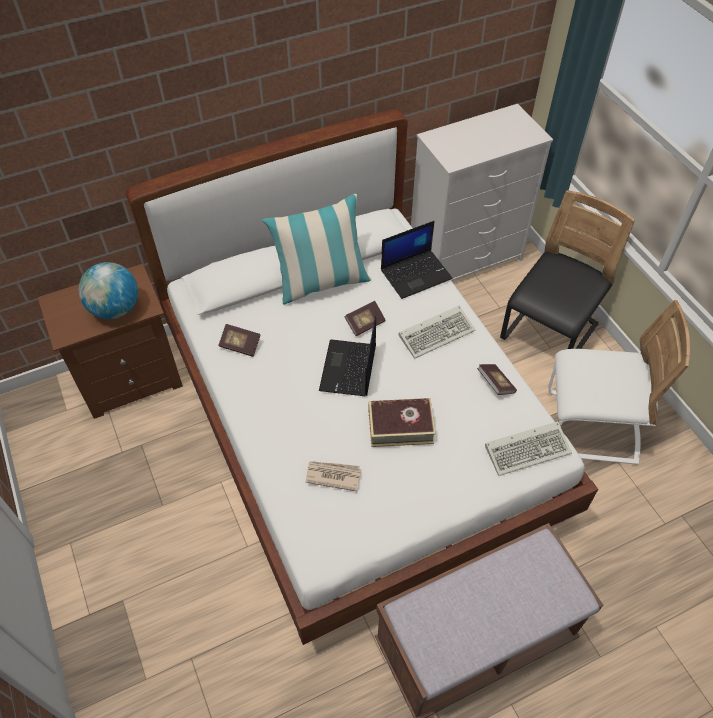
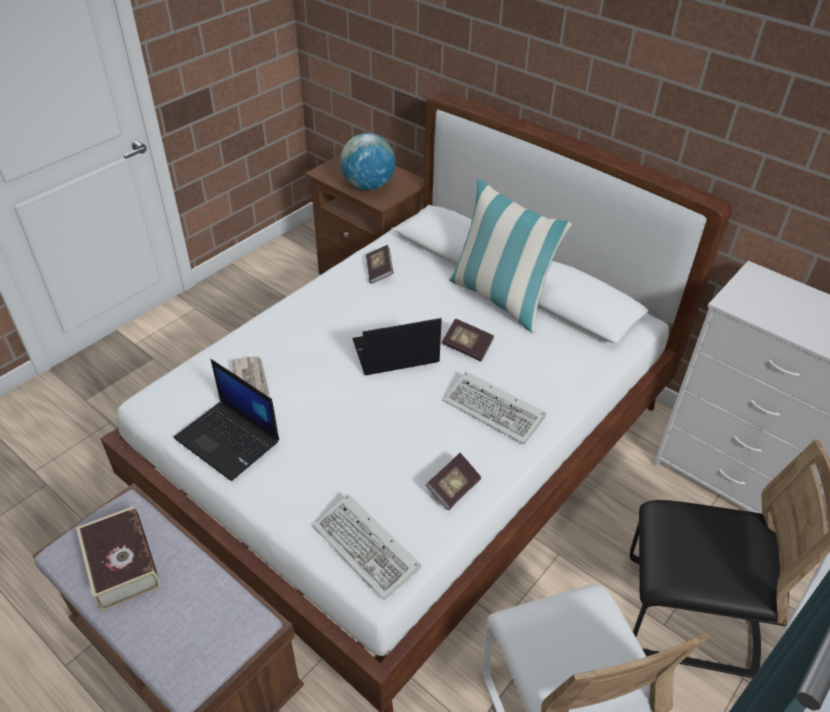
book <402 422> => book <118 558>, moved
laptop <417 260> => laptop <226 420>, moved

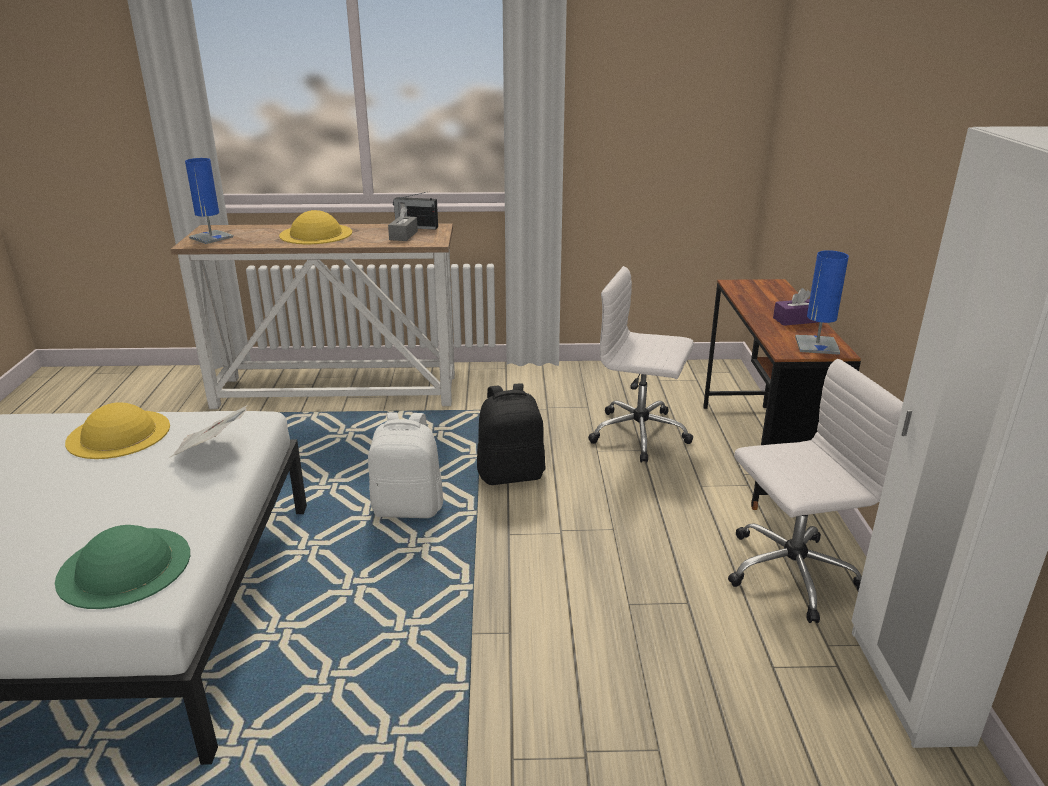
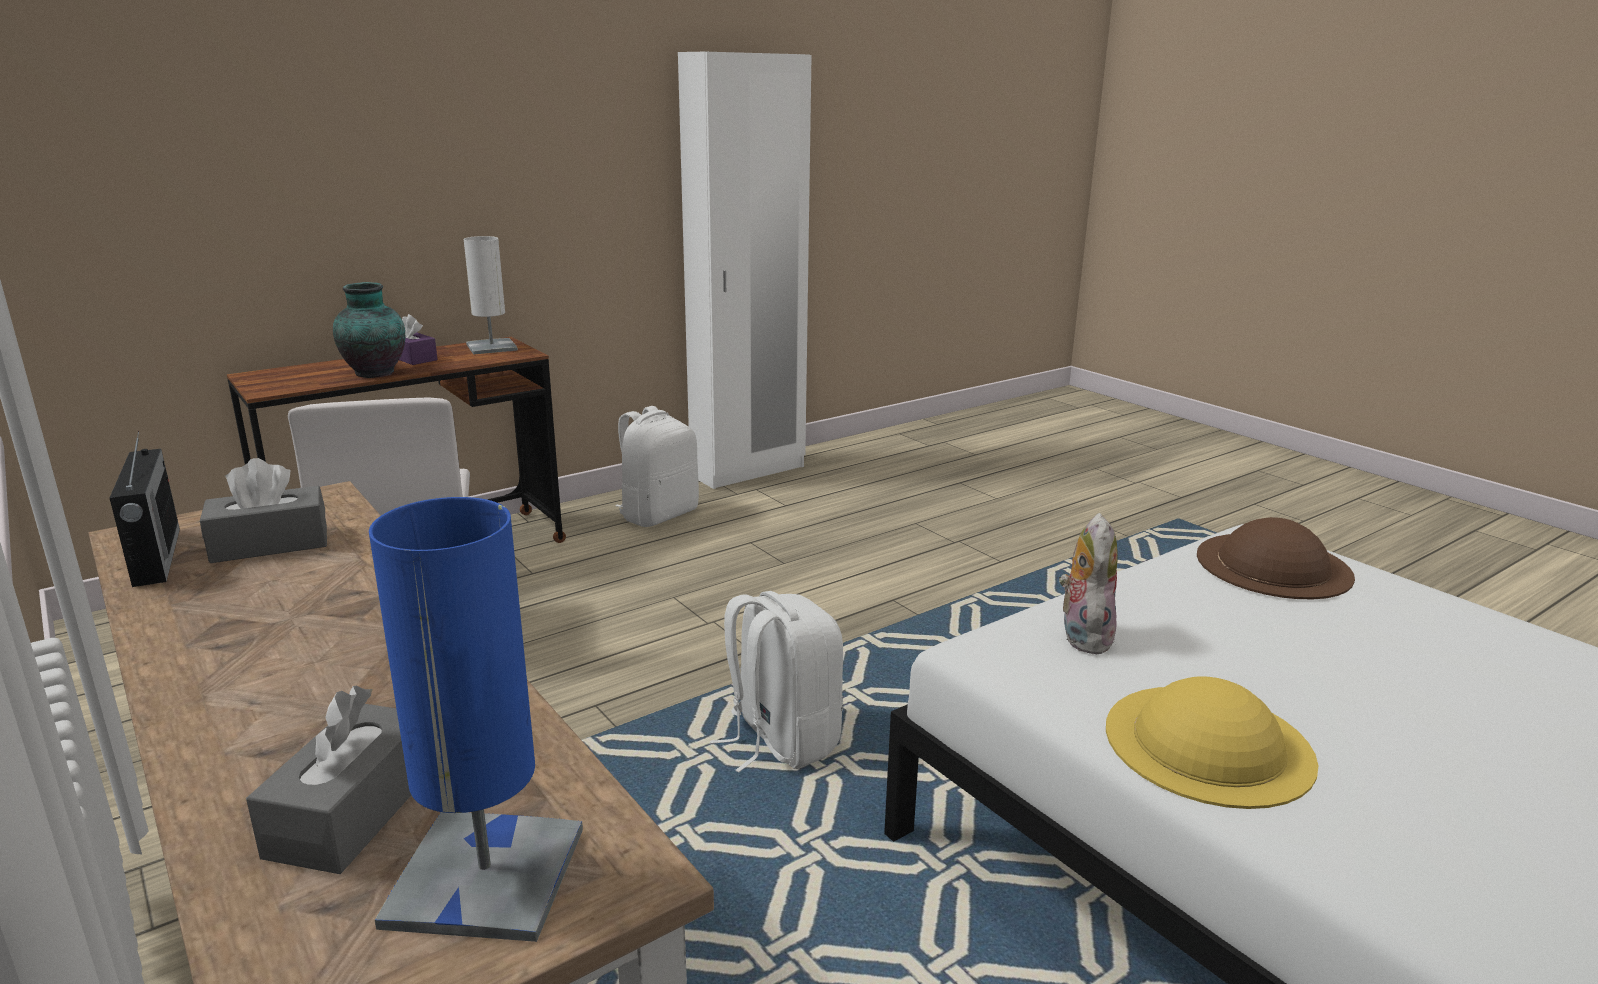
yellow hat <315 227> => nothing
black backpack <511 434> => nothing
nothing => grey tissue box <328 780>
nothing => vase <369 330>
newspaper <208 431> => plush toy <1088 584>
white office chair <815 491> => white backpack <657 466>
green hat <122 567> => brown hat <1276 558>
blue table lamp <822 302> => white table lamp <491 295>

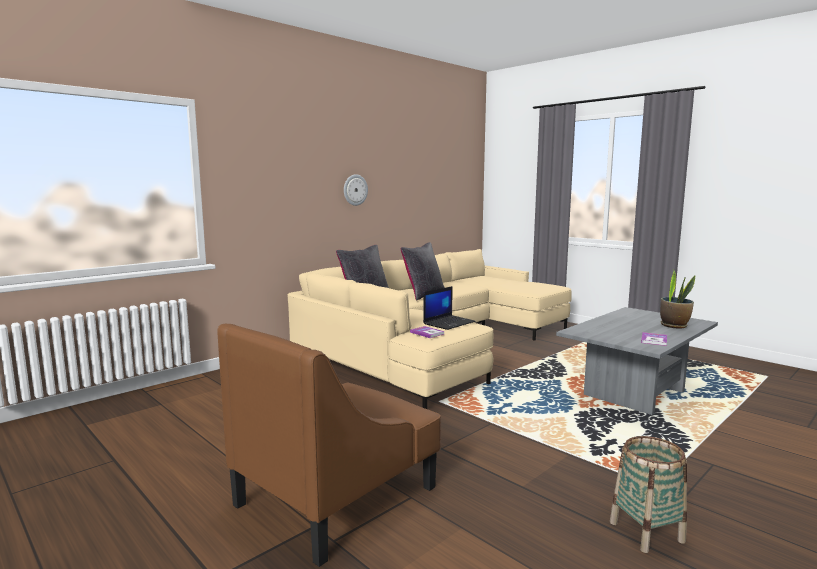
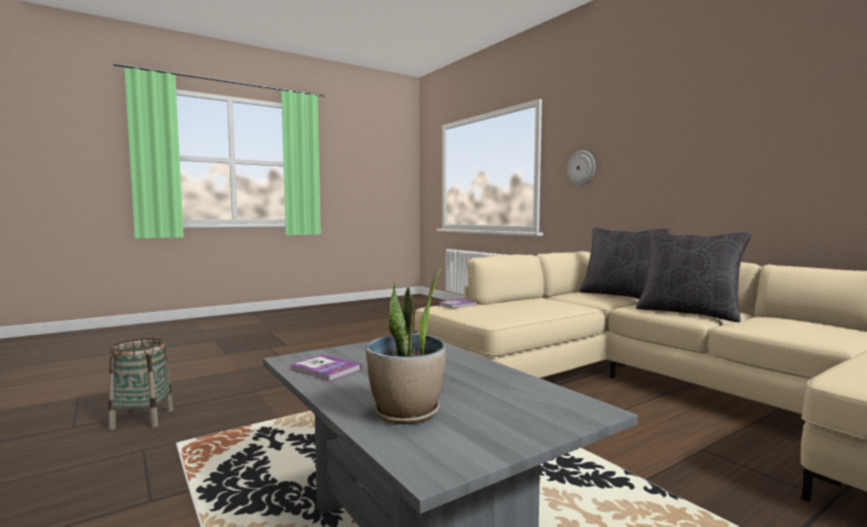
brown armchair <329 445> => nothing
laptop <449 308> => nothing
wall clock <356 190> => wall clock <581 168>, moved

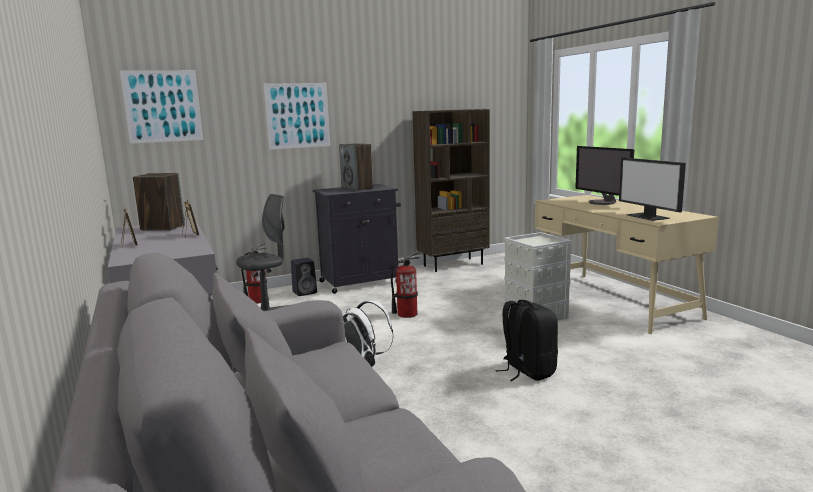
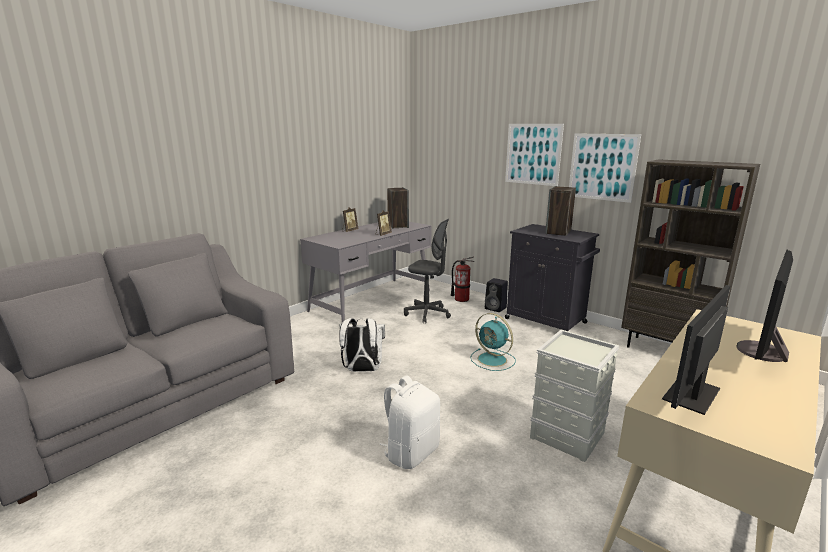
picture <161 107> => picture <605 168>, moved
fire extinguisher <405 284> => turquoise fan <493 342>
black backpack <527 340> => white backpack <409 422>

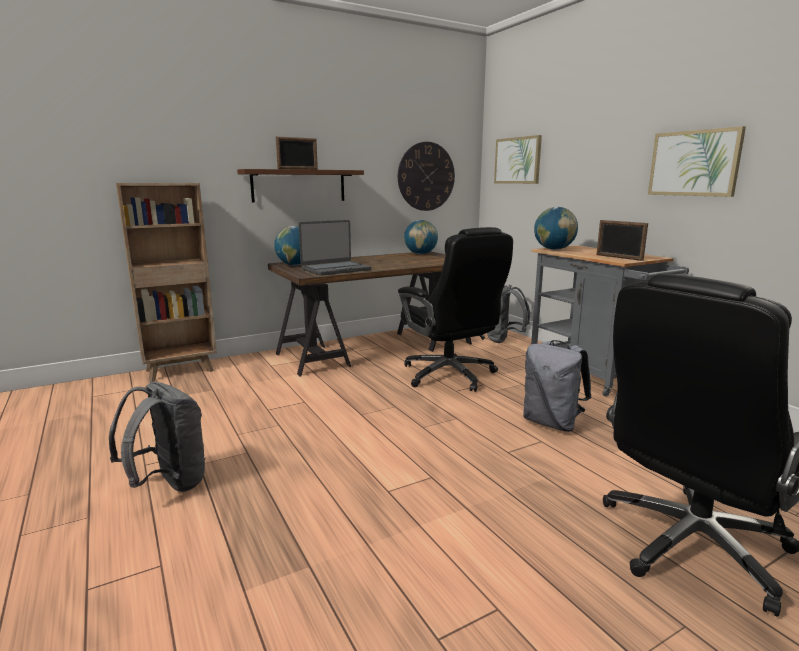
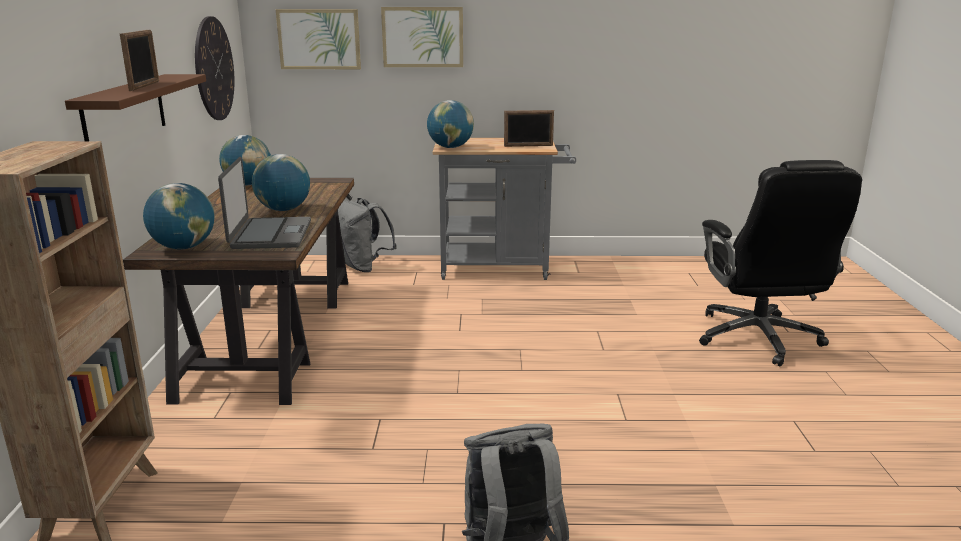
black office chair <455 309> => nothing
grey backpack <557 386> => nothing
nothing => globe <281 182>
picture <697 161> => picture <422 37>, moved

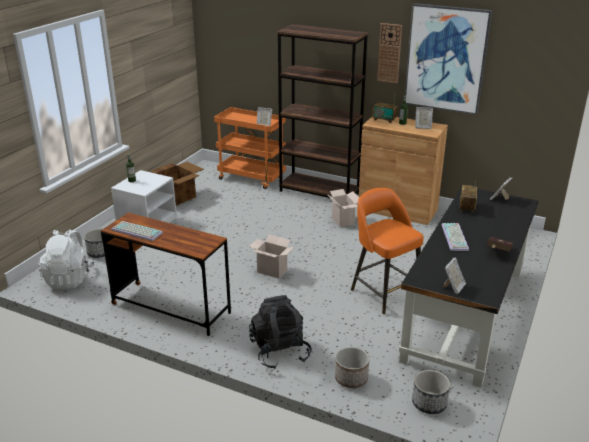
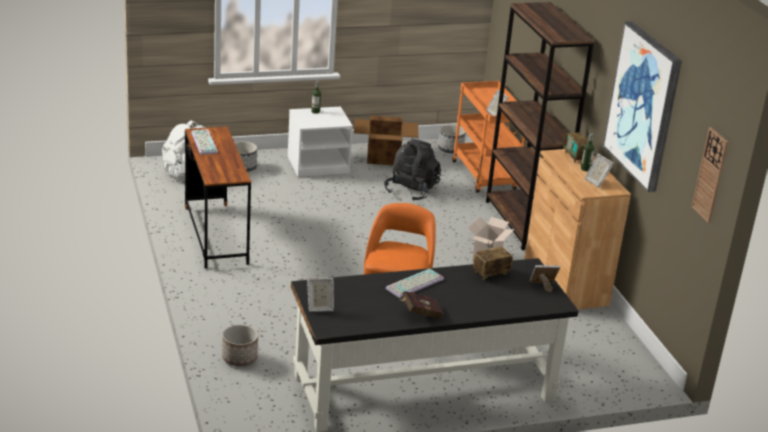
cardboard box <271 257> => nothing
black backpack <280 332> => black backpack <412 169>, moved
wall clock <389 53> => wall clock <710 175>, moved
planter <431 392> => planter <452 139>, moved

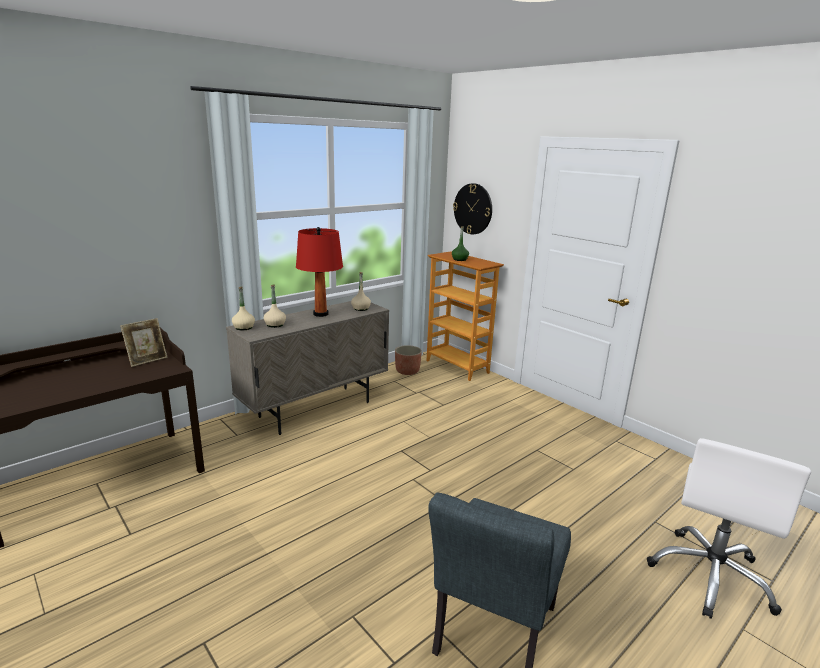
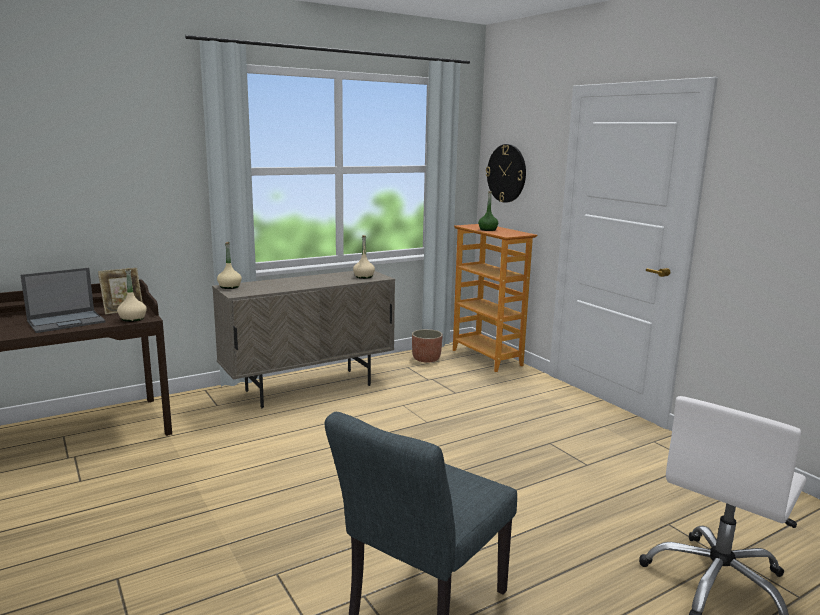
red table lamp <319 272> => nothing
nothing => laptop <63 300>
beige bottle <275 306> => beige bottle <132 295>, moved

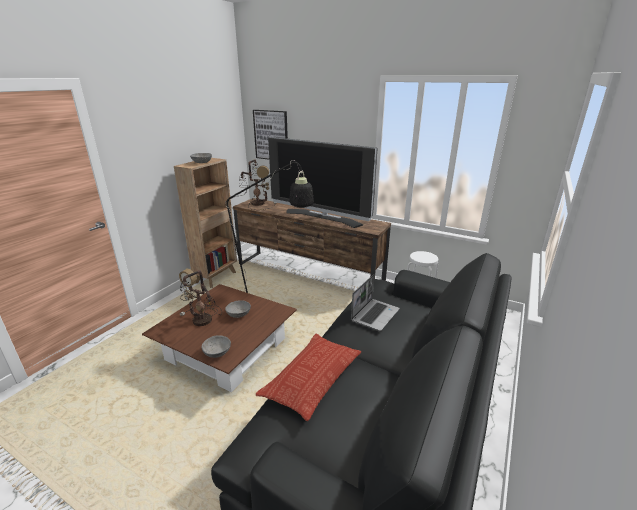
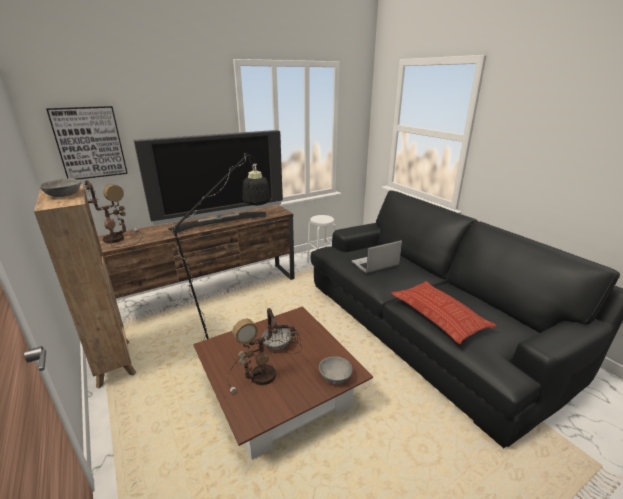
laptop <375 302> => laptop <377 257>, 90 degrees counterclockwise

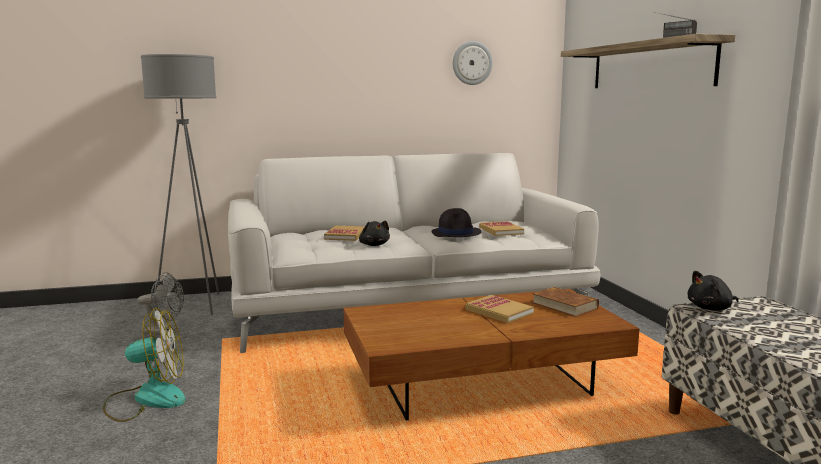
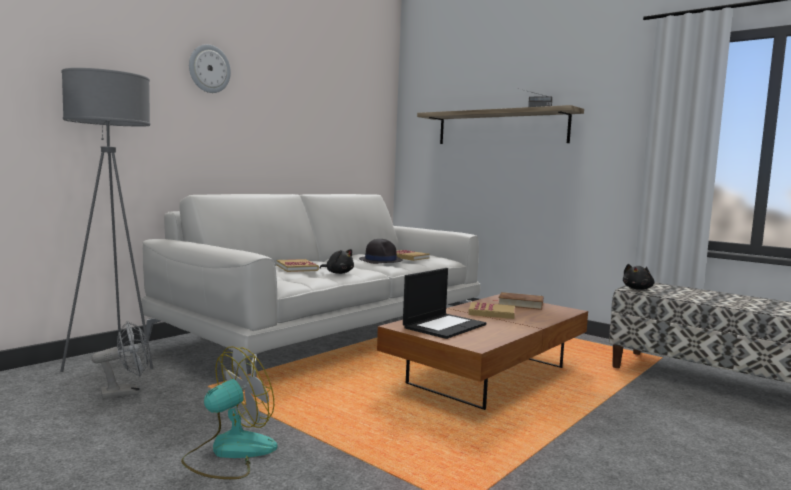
nothing => laptop <444 303>
wall clock <473 63> => wall clock <210 68>, moved

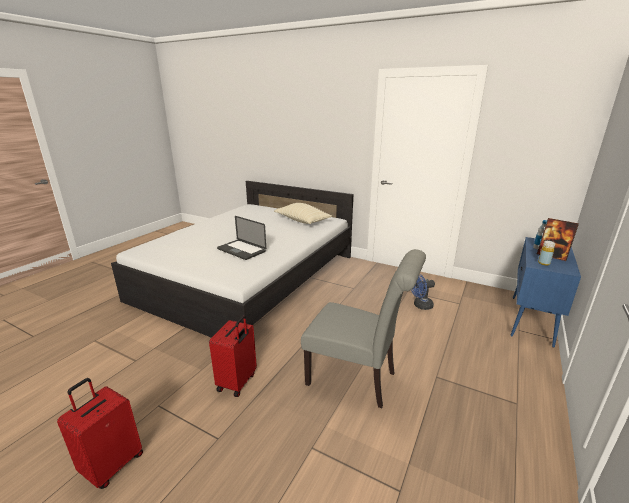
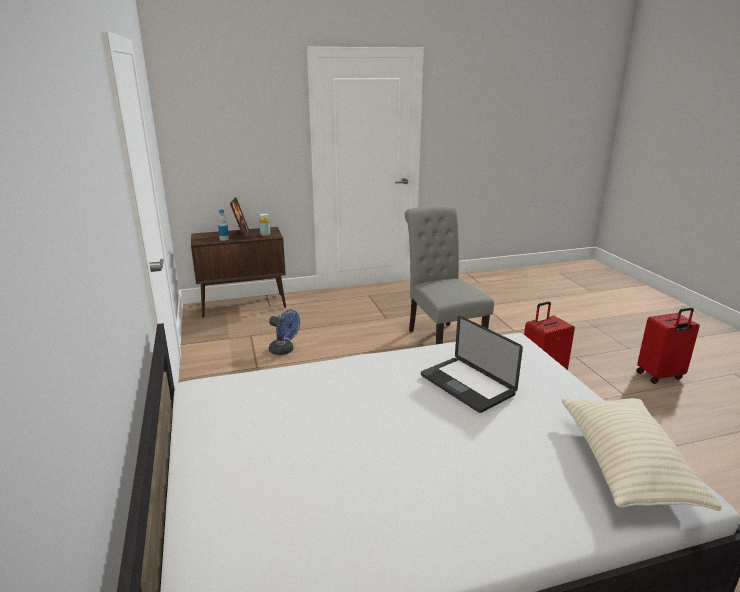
beige pillow <303 213> => beige pillow <641 454>, moved
blue cabinet <545 292> => brown cabinet <238 272>
laptop <241 238> => laptop <472 364>, 150 degrees clockwise

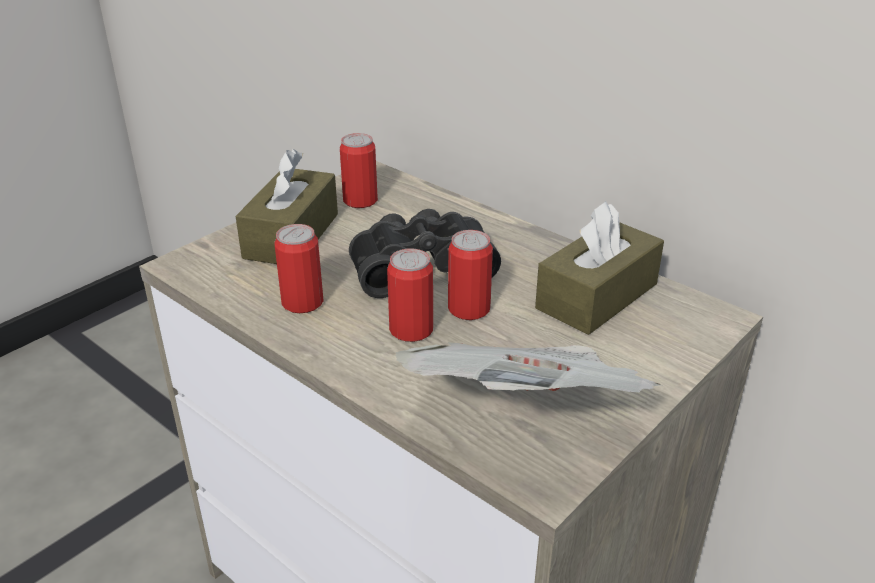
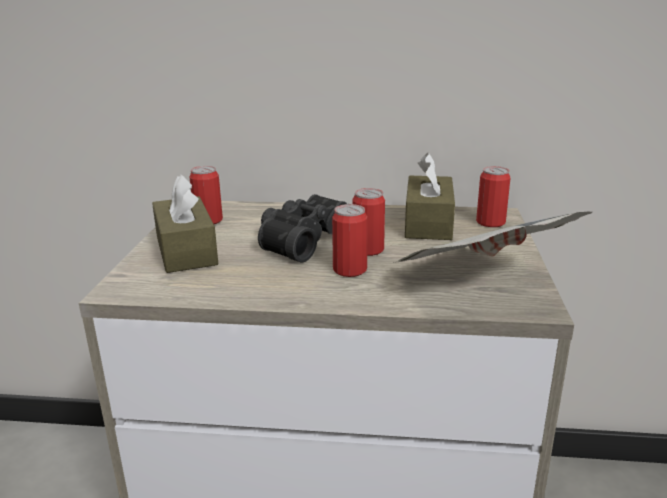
can <299 268> => can <493 196>, moved

